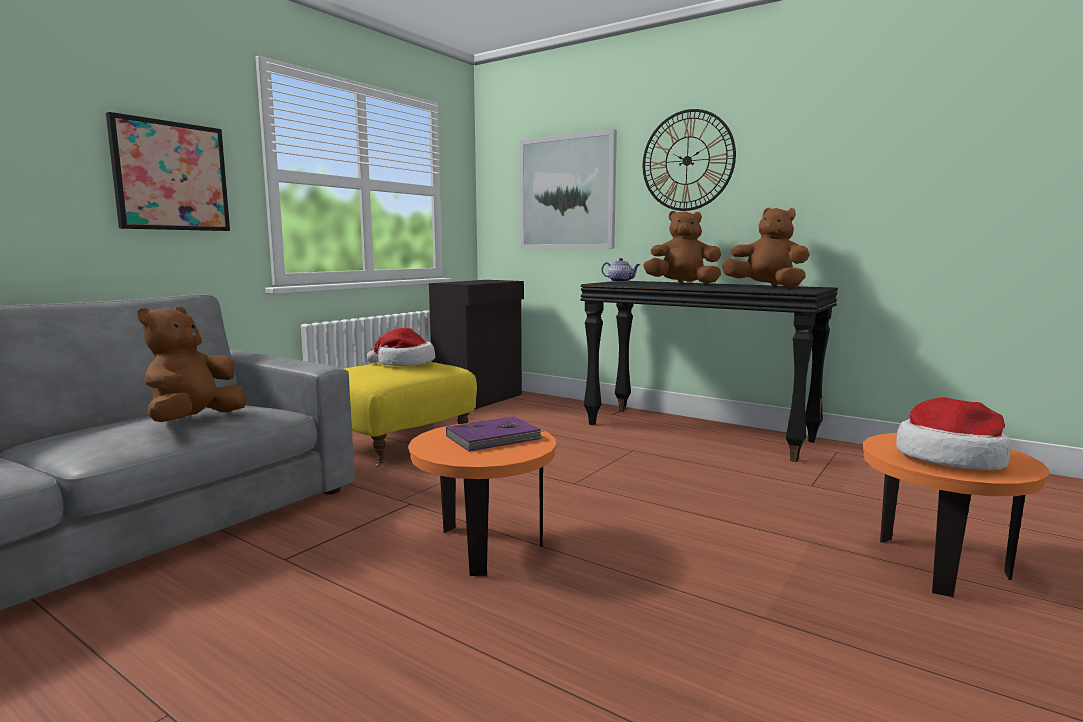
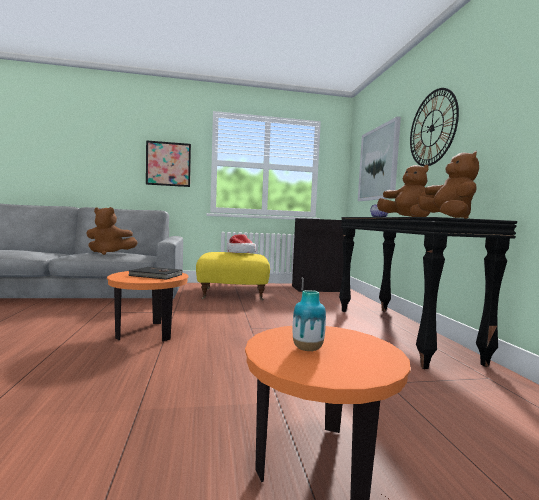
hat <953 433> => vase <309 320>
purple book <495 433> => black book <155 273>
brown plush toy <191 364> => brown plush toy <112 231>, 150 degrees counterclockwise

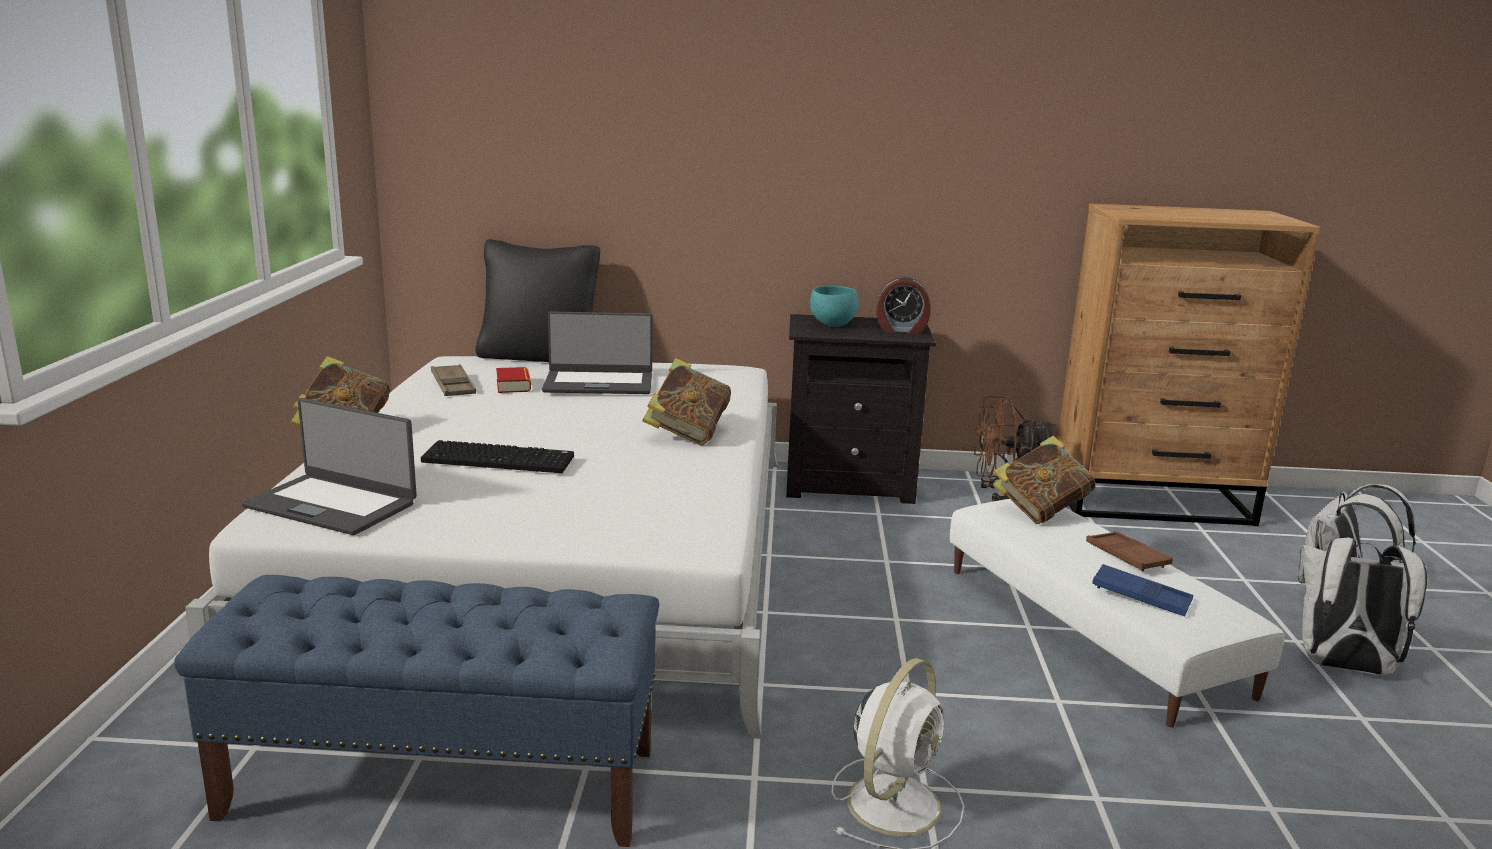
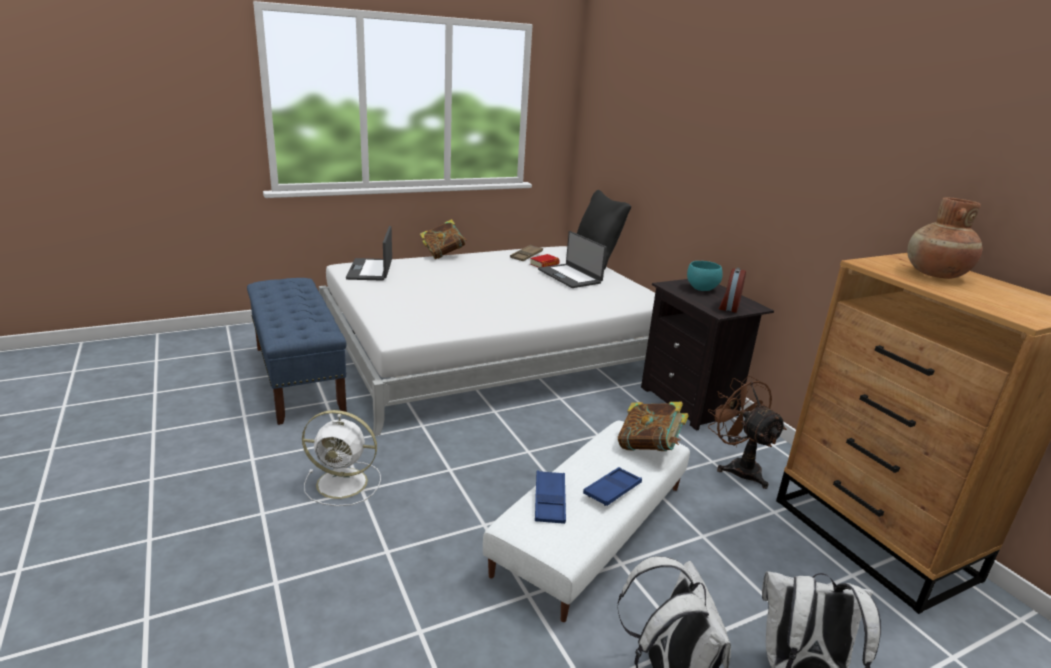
keyboard <497 456> => nothing
book <686 401> => nothing
nothing => brown vase <944 238>
brown tray <1129 551> => blue tray <612 486>
alarm clock <903 305> => alarm clock <732 290>, 45 degrees clockwise

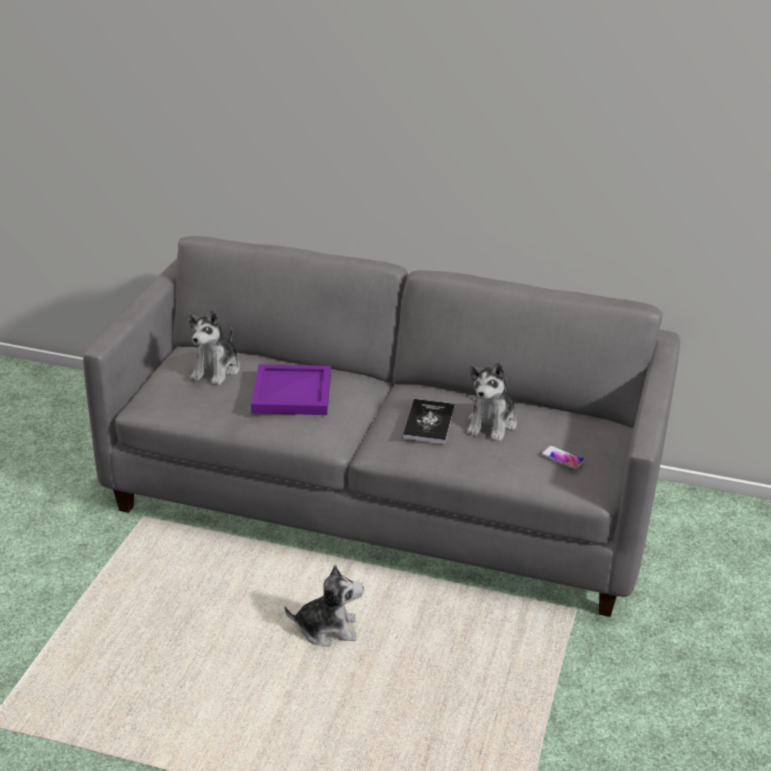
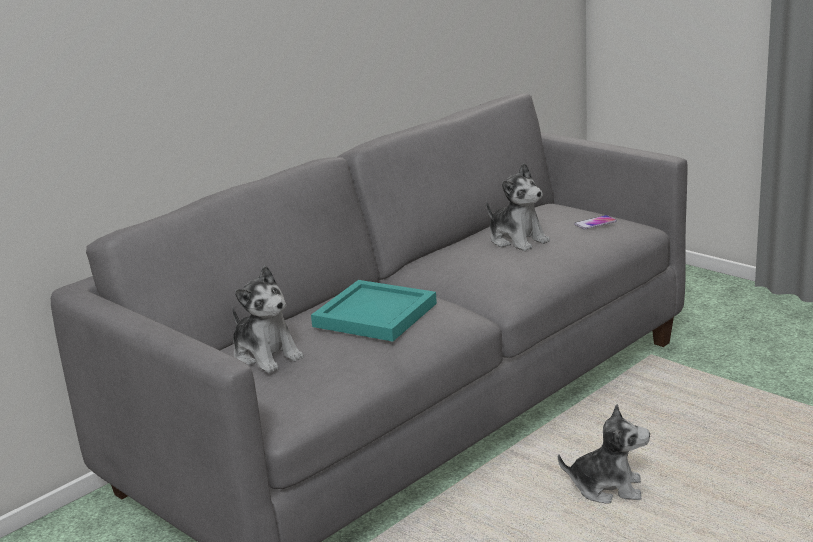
book <429 421> => nothing
purple tray <291 389> => turquoise tray <374 311>
plush toy <324 605> => plush toy <604 454>, 75 degrees clockwise

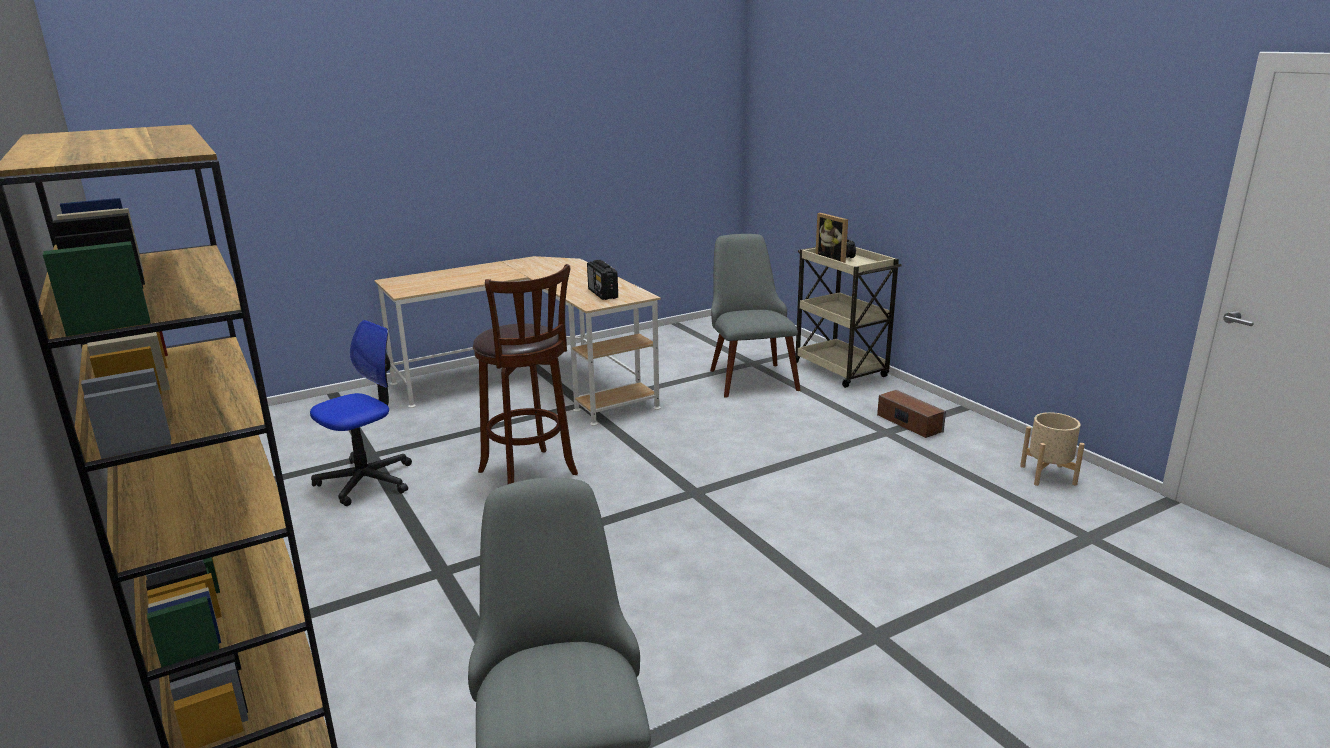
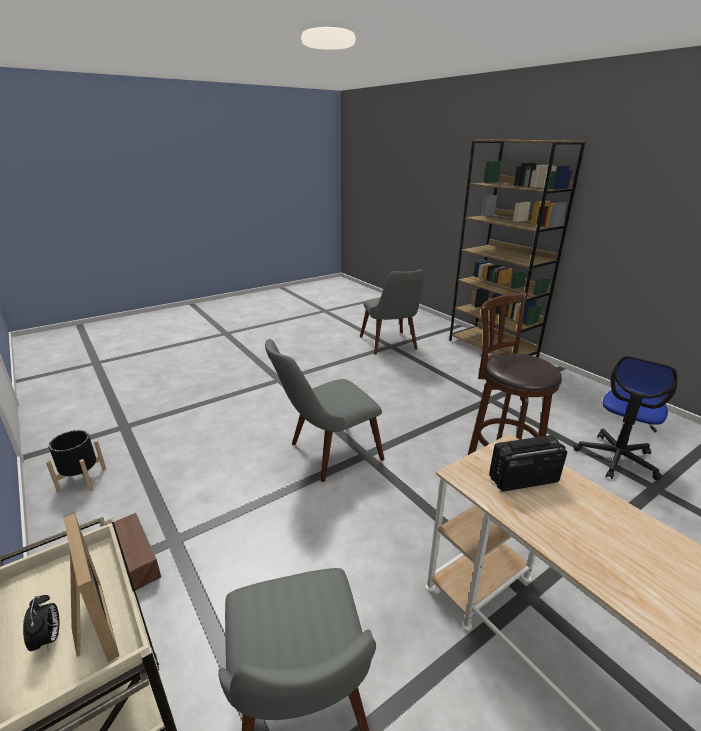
nothing => grey chair <325 410>
beige planter <1052 449> => black planter <76 461>
radio <602 280> => radio <528 463>, 75 degrees counterclockwise

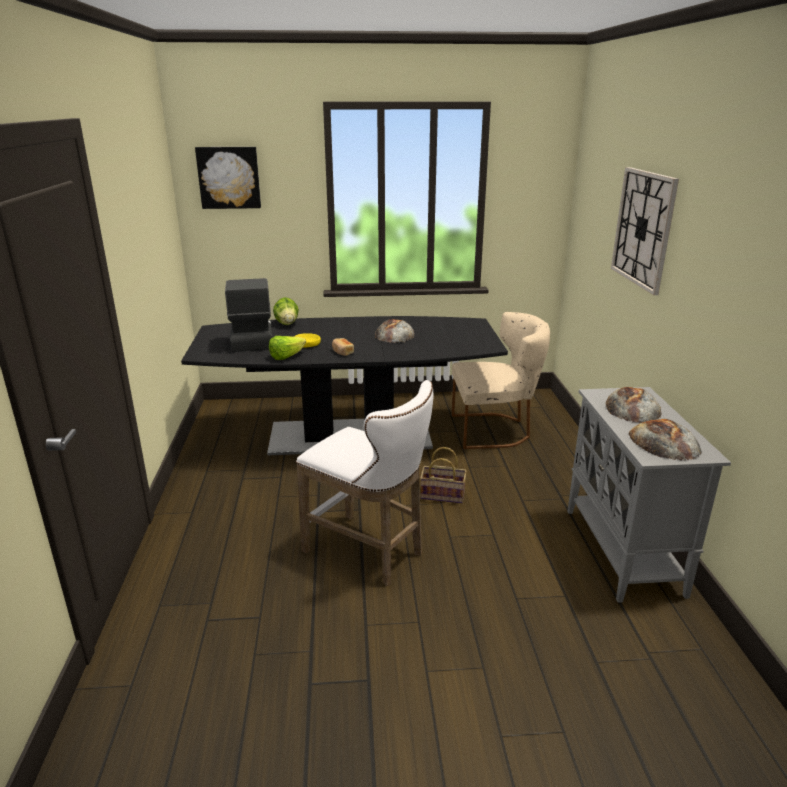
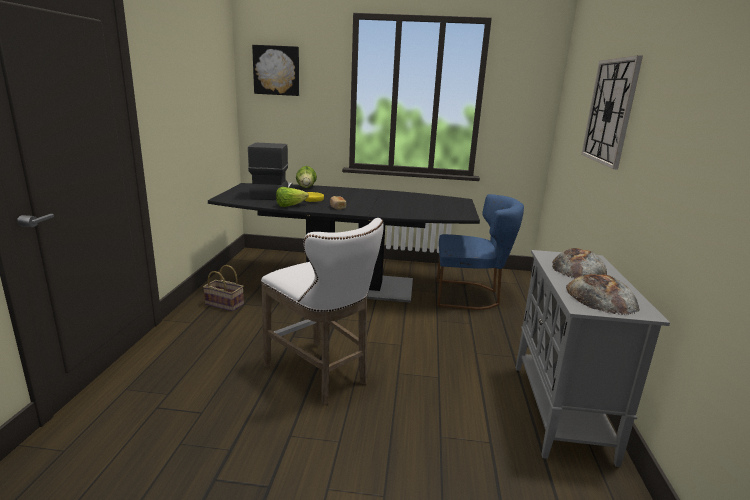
bread <395 331> => nothing
basket <443 475> => basket <223 288>, moved
beige chair <501 380> => blue chair <480 252>

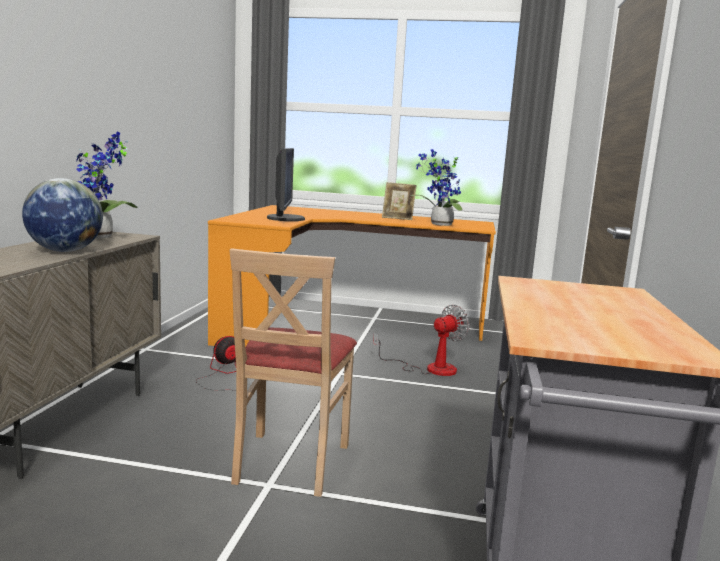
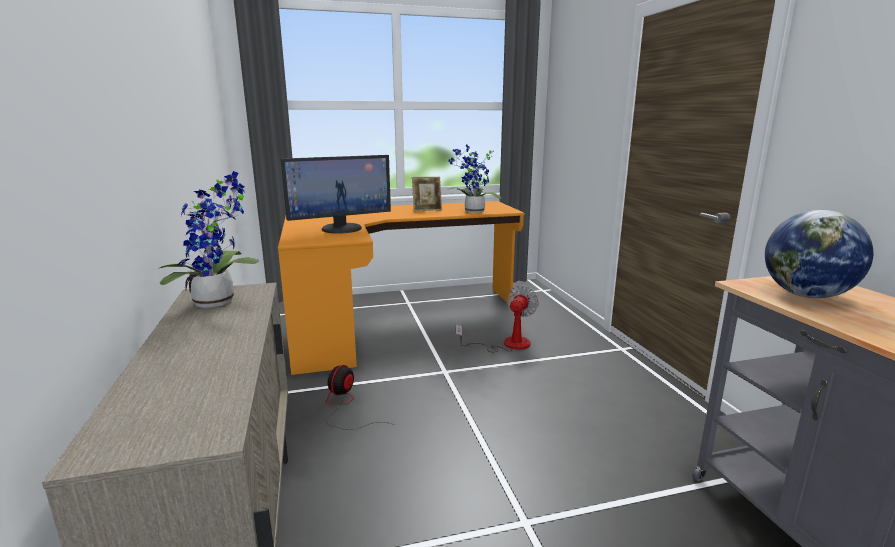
beige chair <293 372> => nothing
globe <62 215> => globe <819 254>, moved
monitor <286 184> => monitor <336 194>, 90 degrees clockwise

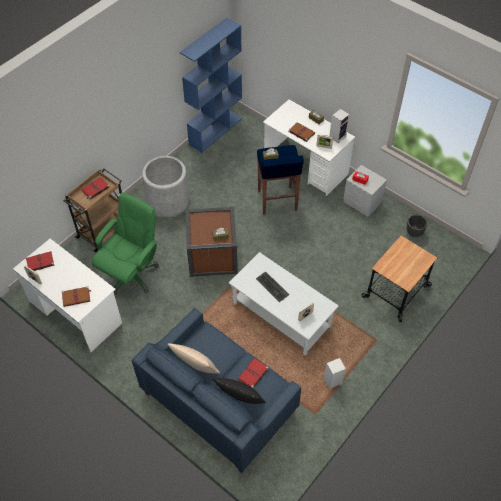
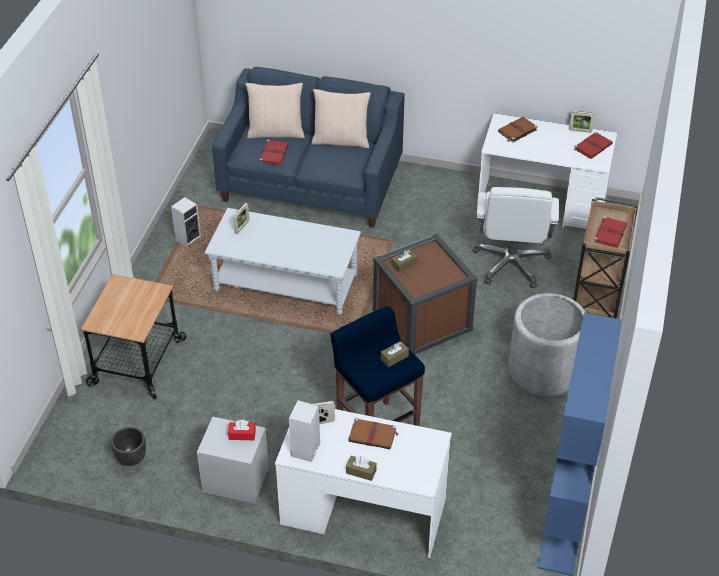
keyboard <272 286> => nothing
green office chair <125 244> => white office chair <515 237>
black pillow <239 391> => beige pillow <275 110>

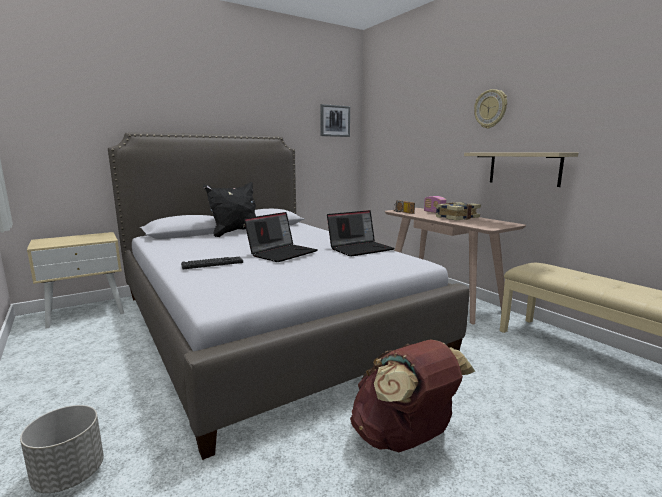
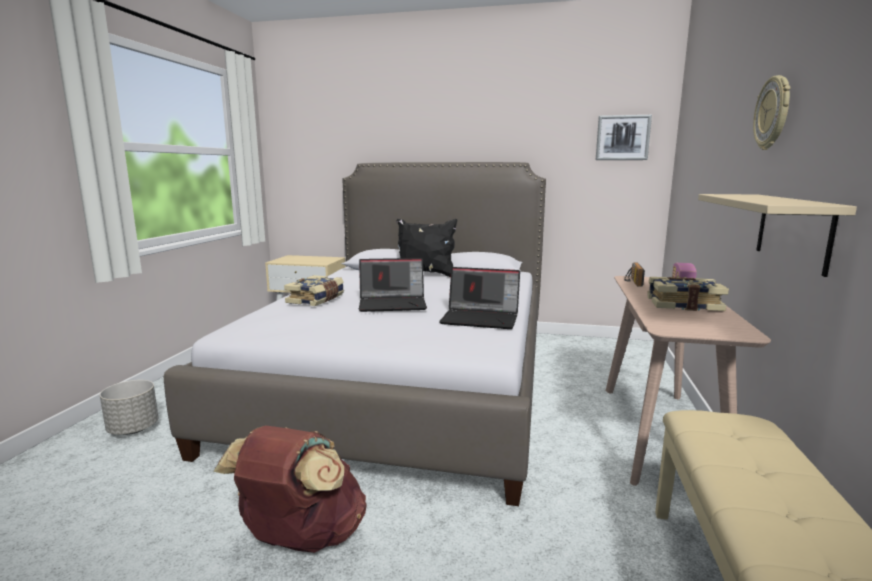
keyboard <212 263> => book <314 290>

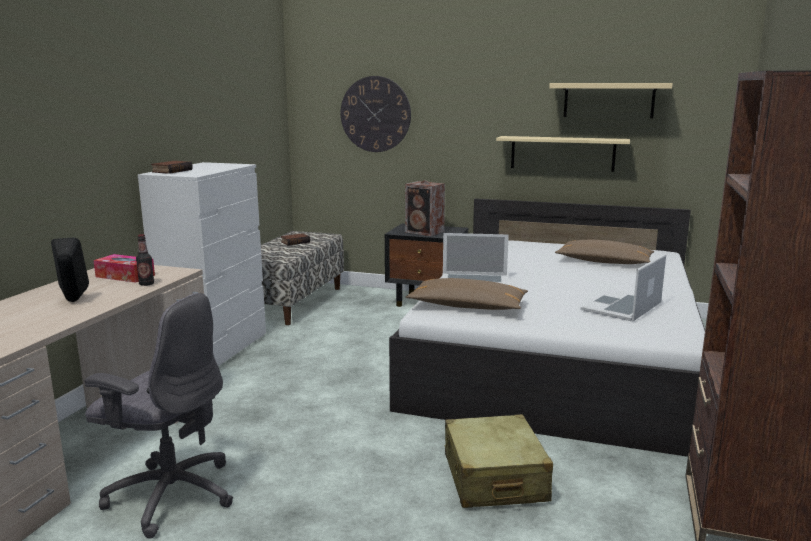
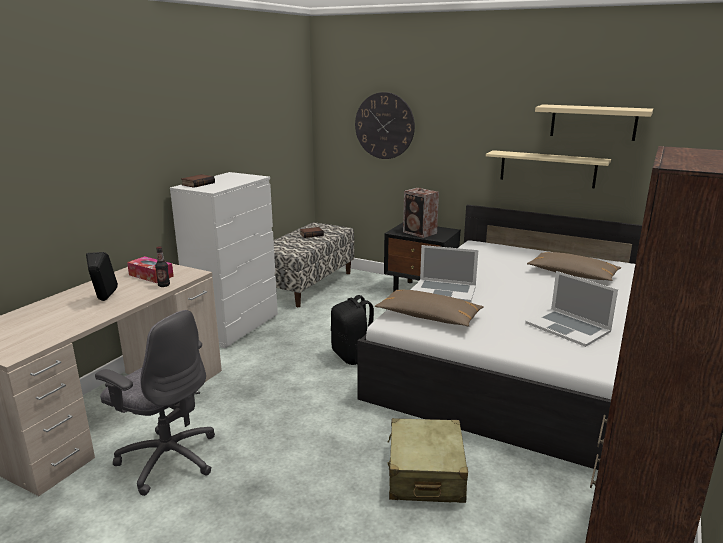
nothing => black backpack <352 330>
laptop <623 287> => laptop <571 309>, 90 degrees counterclockwise

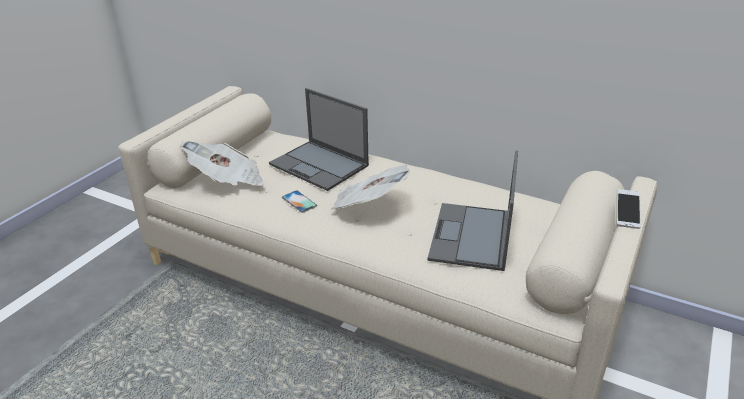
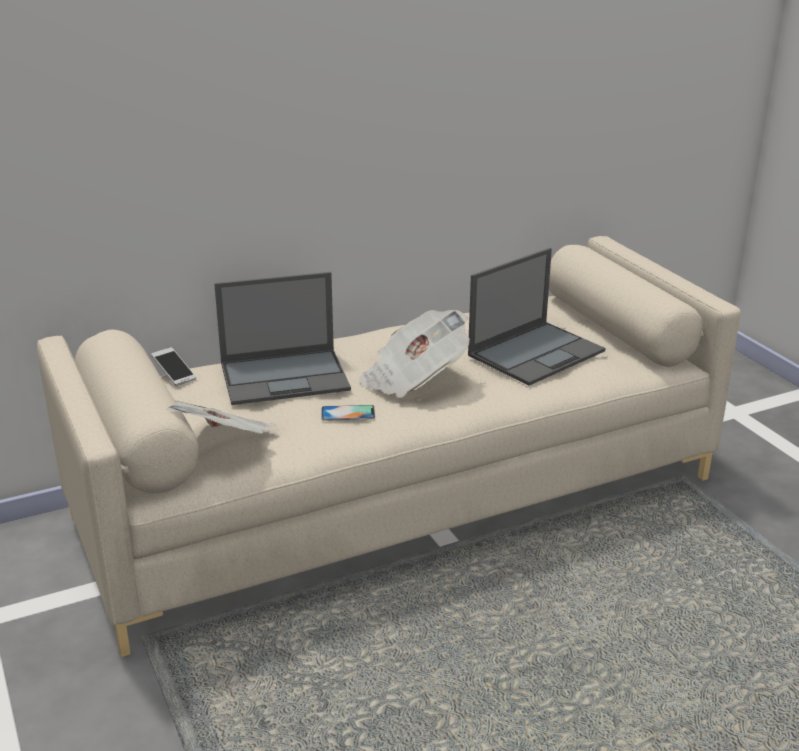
phone <629 209> => phone <173 366>, moved
laptop <473 211> => laptop <537 317>, 90 degrees counterclockwise

